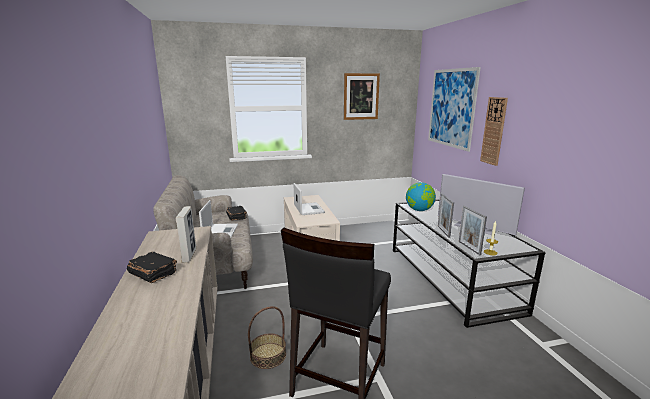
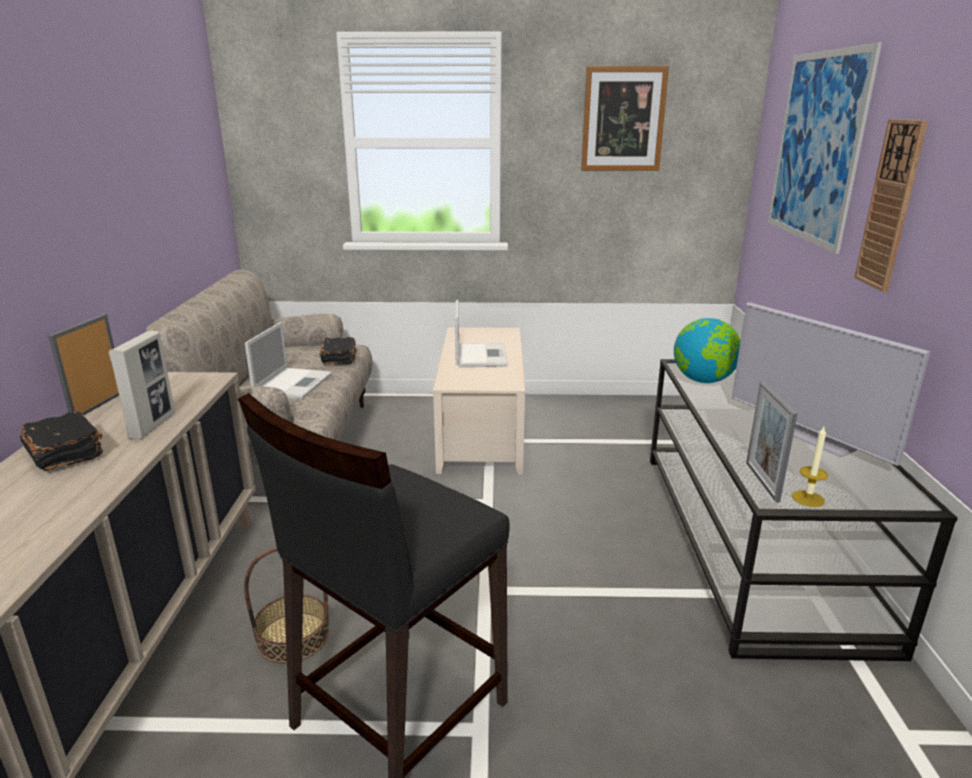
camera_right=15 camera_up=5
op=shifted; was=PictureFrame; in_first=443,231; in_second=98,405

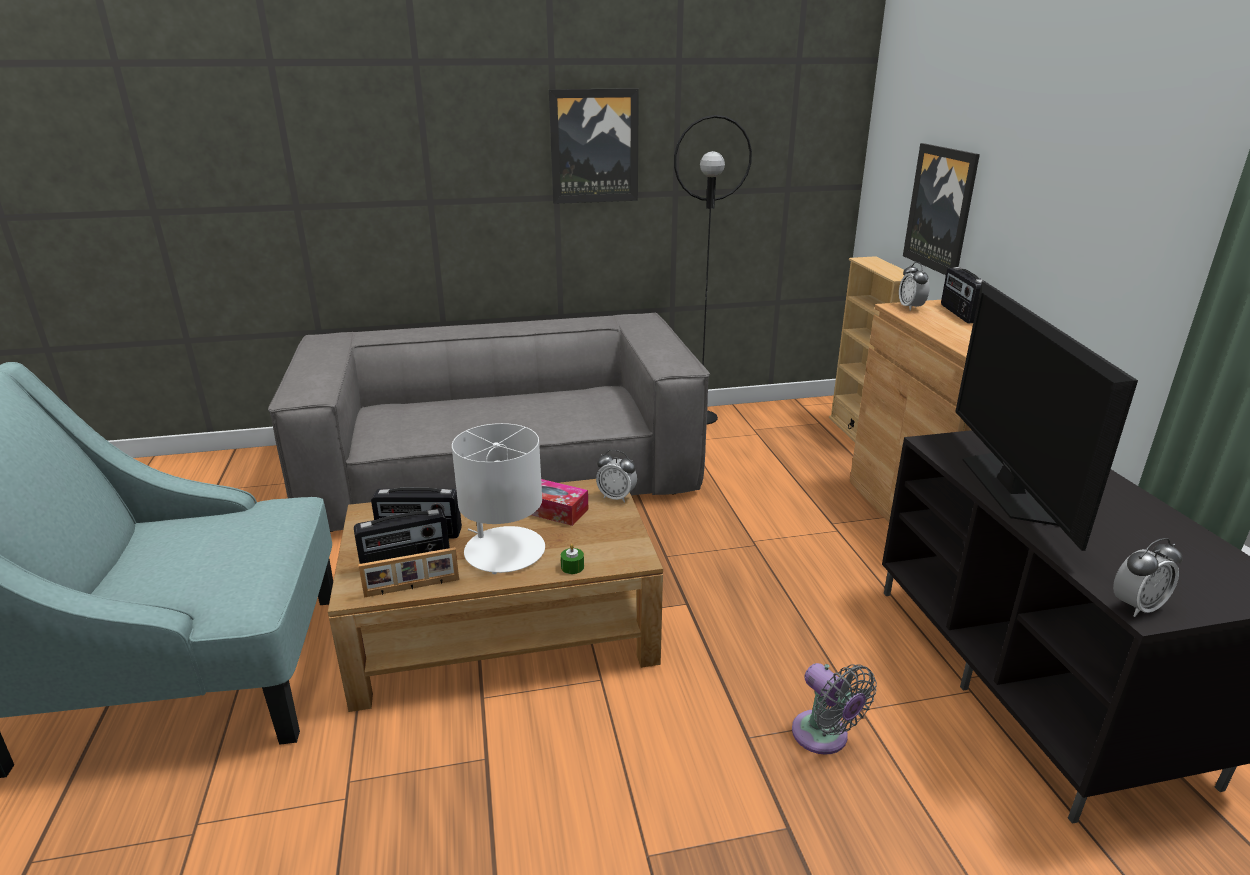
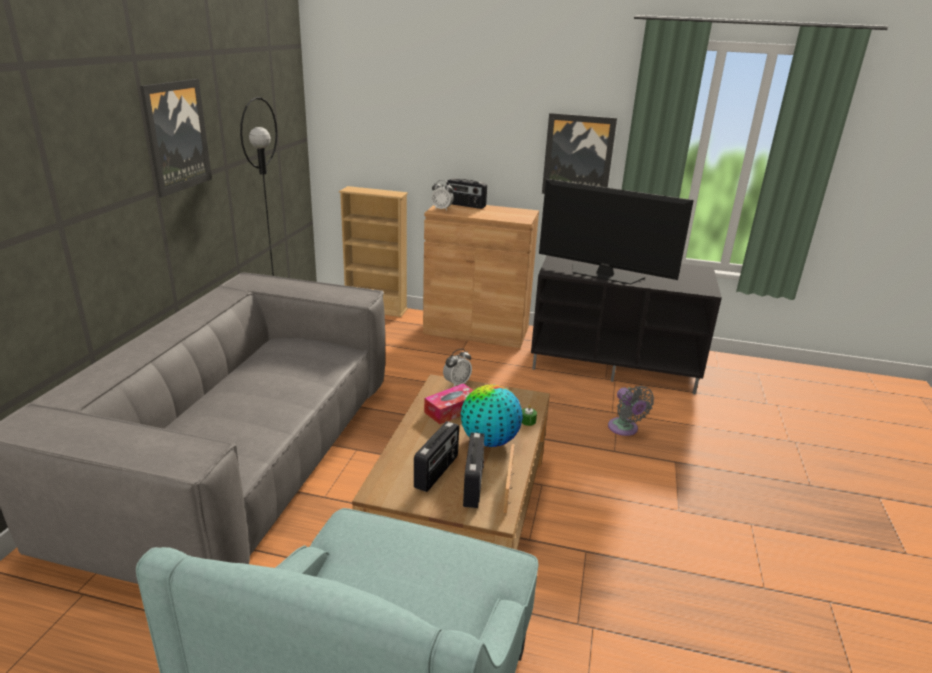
camera_right=-65 camera_up=0
op=swapped; was=WhiteTableLamp; now=Globe; in_first=504,550; in_second=489,441
op=shifted; was=Picture; in_first=941,209; in_second=578,156
op=rotated; was=GreyFan; in_first=824,737; in_second=624,429; clockwise=75
op=gone; was=AlarmClock; in_first=1136,606

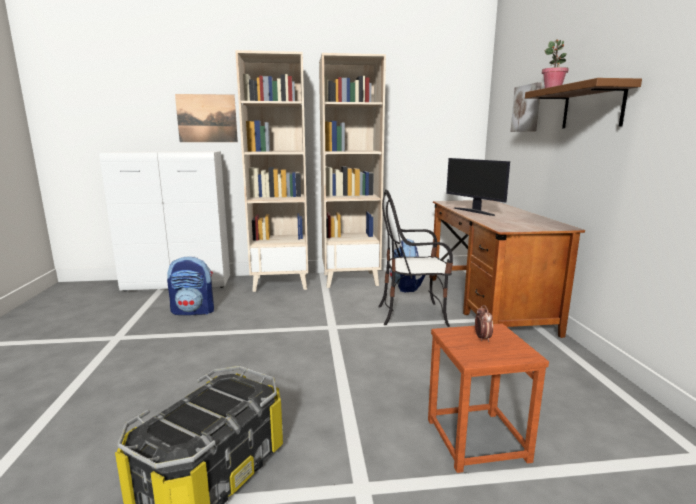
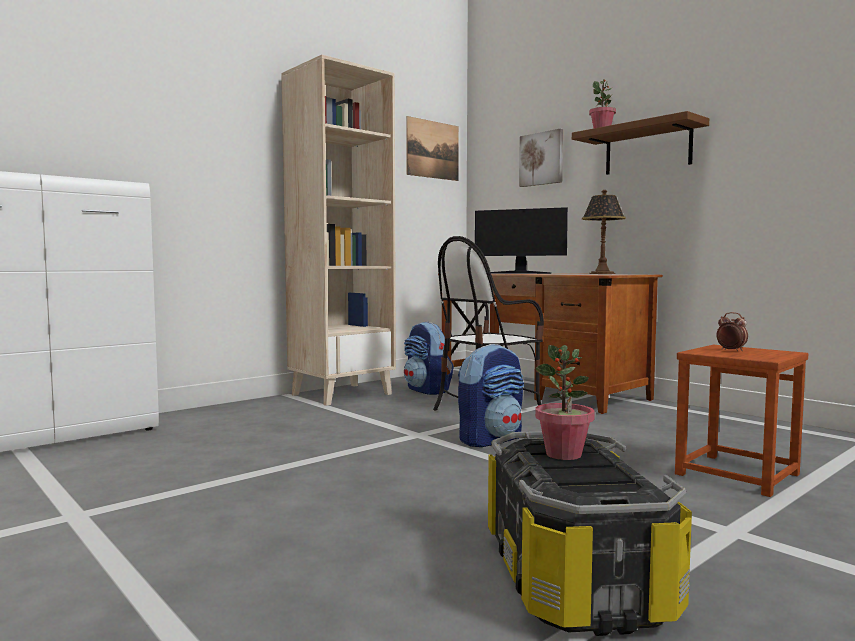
camera_right=-35 camera_up=-10
op=shifted; was=Picture; in_first=207,118; in_second=432,149
op=shifted; was=Backpack; in_first=194,311; in_second=490,439
op=new; now=PottedPlant; in_second=563,454
op=new; now=TableLamp; in_second=602,273
op=gone; was=BeigeBookcase; in_first=281,283

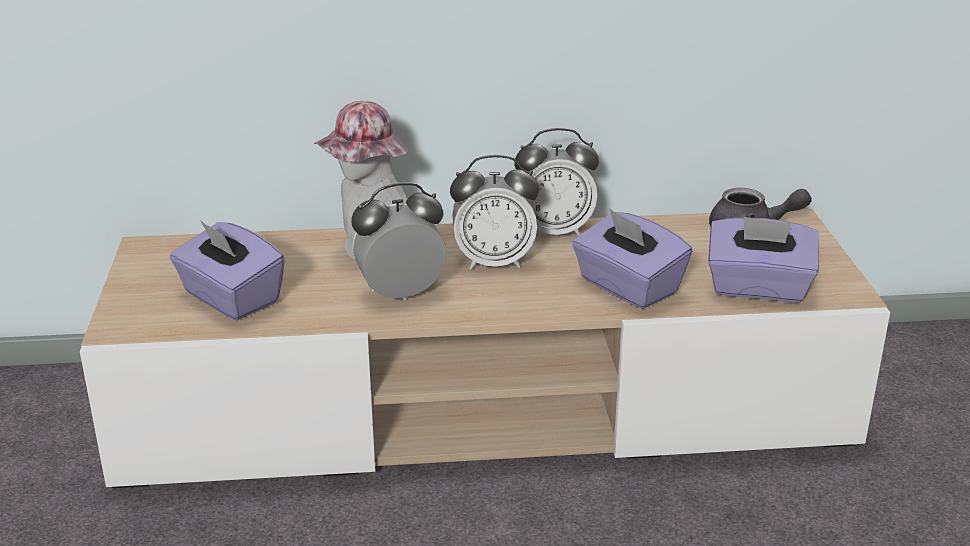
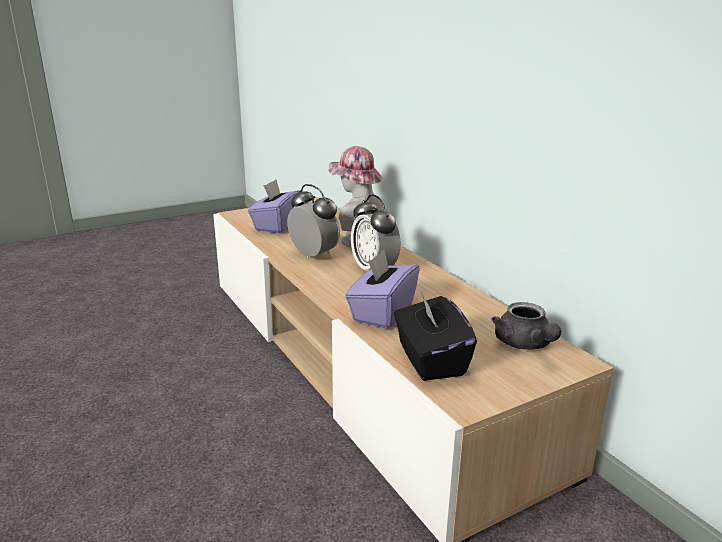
camera_right=65 camera_up=-5
op=repainted; was=PurpleTissueBox; now=BlackTissueBox; in_first=758,288; in_second=430,360
op=gone; was=AlarmClock; in_first=554,231

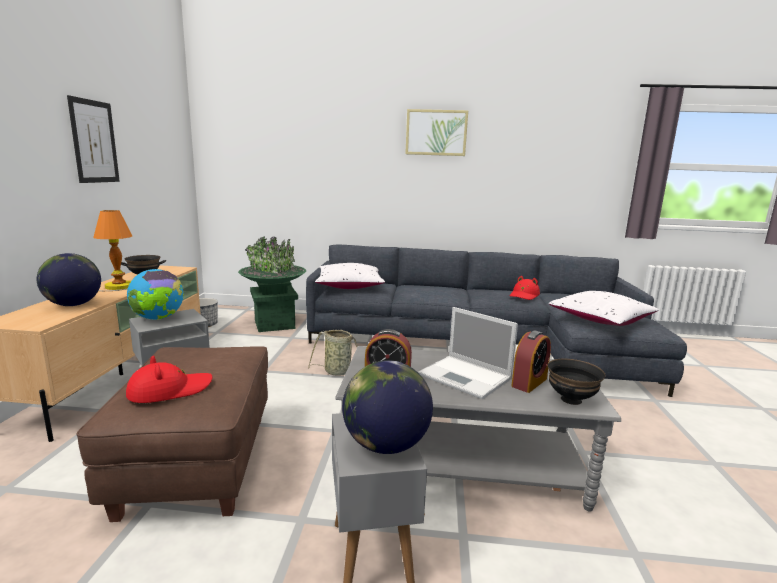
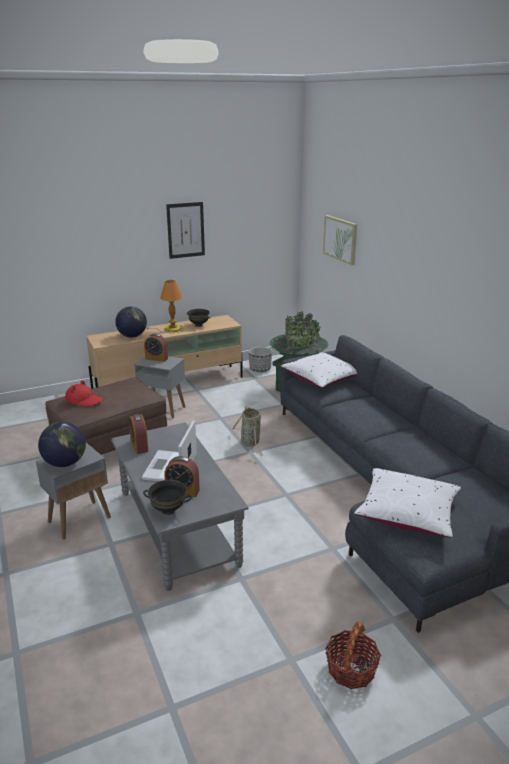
camera_right=60 camera_up=10
op=swapped; was=Globe; now=AlarmClock; in_first=158,319; in_second=156,359
op=shifted; was=Picture; in_first=436,133; in_second=340,239
op=new; now=Basket; in_second=351,669
op=gone; was=RedHat; in_first=524,295

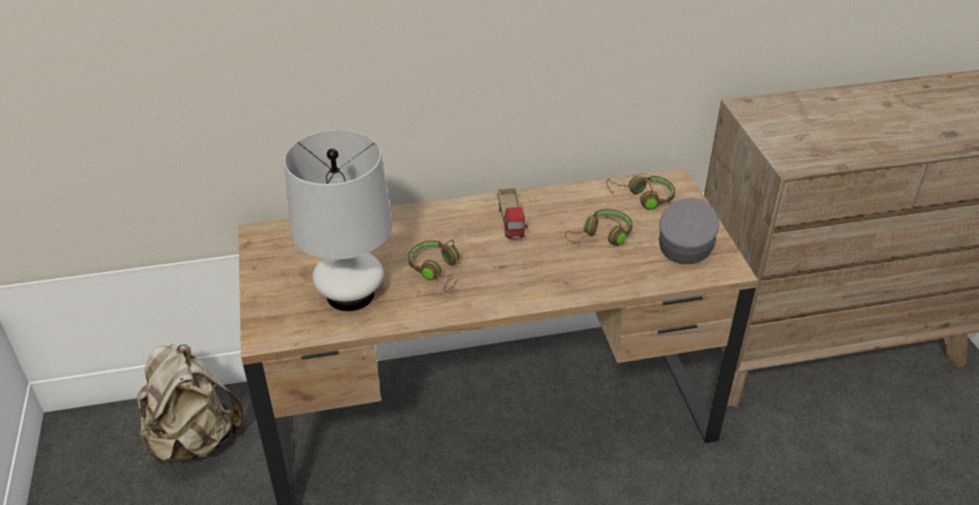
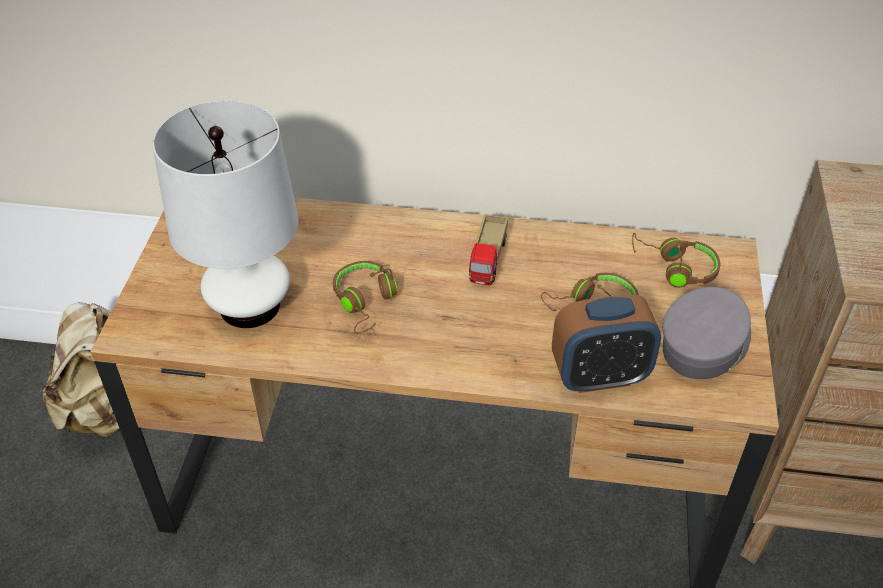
camera_right=20 camera_up=5
op=new; now=AlarmClock; in_second=599,376

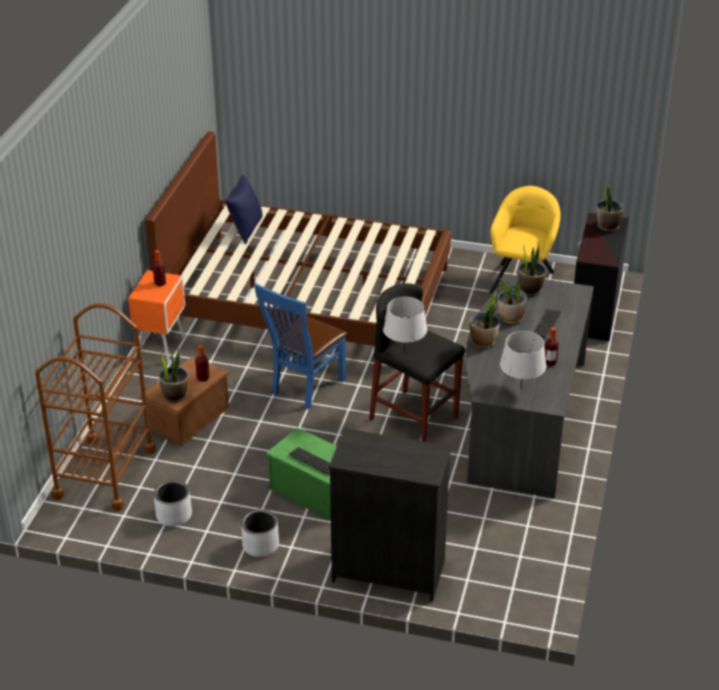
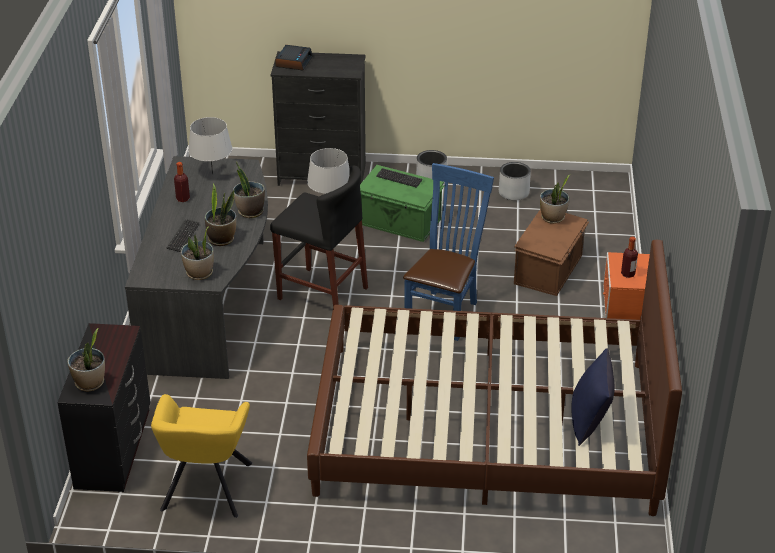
camera_right=170 camera_up=0
op=new; now=AlarmClock; in_second=293,62
op=gone; was=BrownCart; in_first=104,473
op=gone; was=Bottle; in_first=203,378

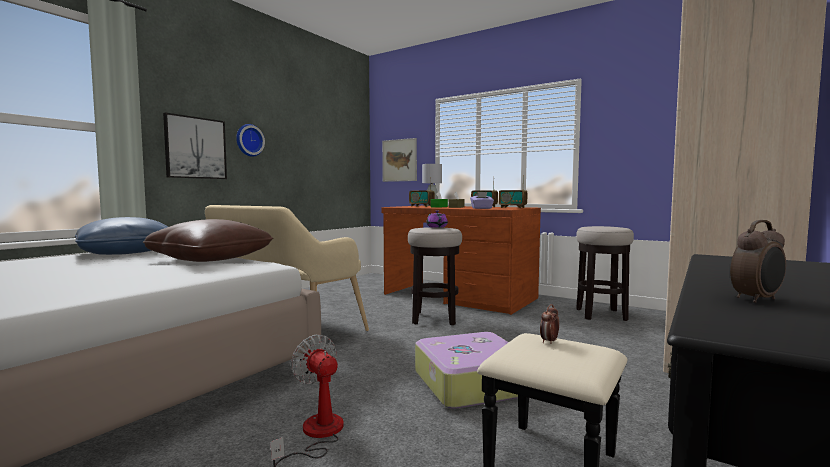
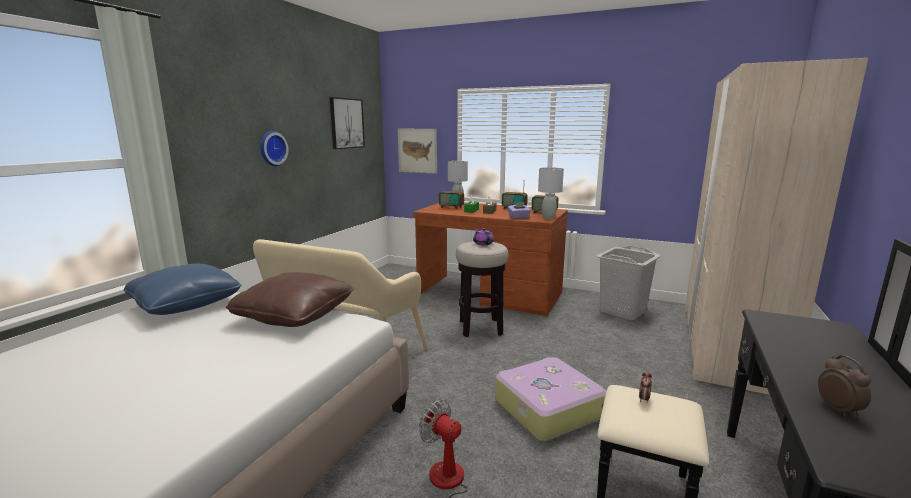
camera_right=-10 camera_up=10
op=shifted; was=Picture; in_first=195,148; in_second=346,123
op=new; now=GreyTableLamp; in_second=548,218
op=swapped; was=Stool; now=GreyLaundryBasket; in_first=601,315; in_second=623,311
op=rotated; was=AlarmClock; in_first=757,299; in_second=838,409; clockwise=-60

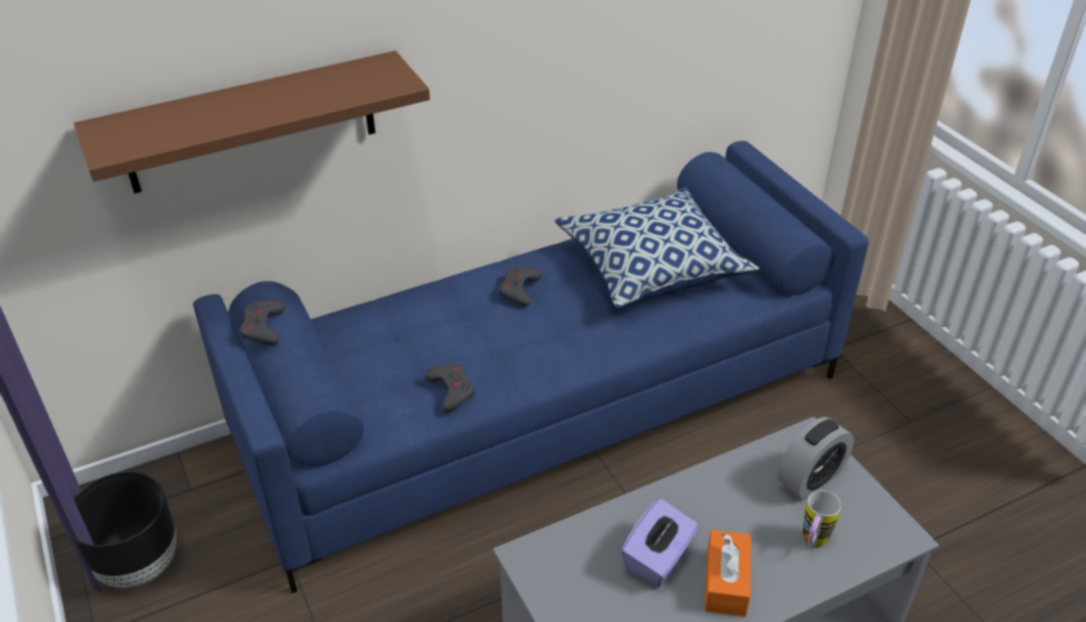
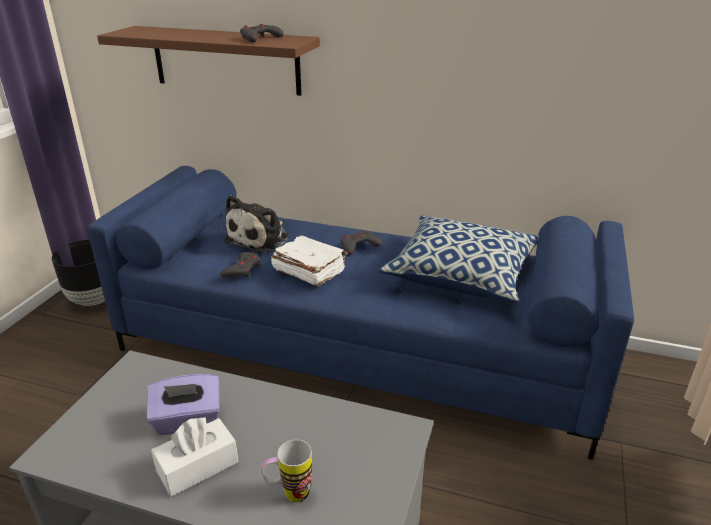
camera_right=45 camera_up=-10
op=repainted; was=OrangeTissueBox; now=WhiteTissueBox; in_first=726,582; in_second=197,467
op=new; now=PlushToy; in_second=260,238
op=shifted; was=GreyGameController; in_first=263,327; in_second=260,38
op=new; now=WhiteBook; in_second=309,271
op=gone; was=AlarmClock; in_first=810,479

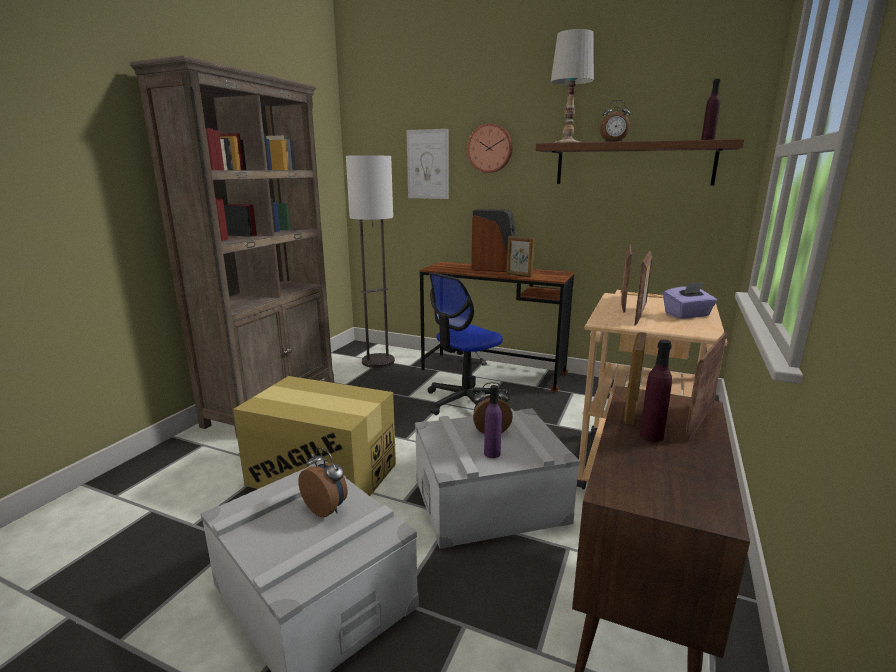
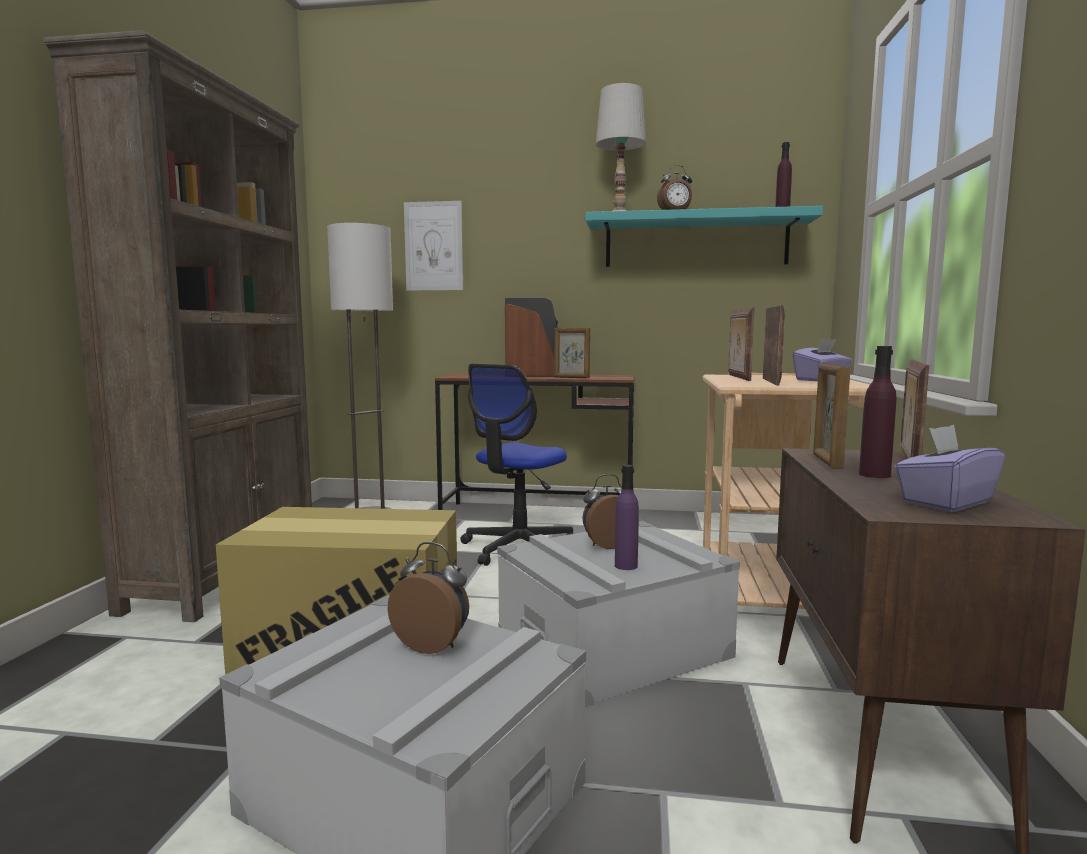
camera_right=-15 camera_up=-10
op=repainted; was=BrownShelf; now=TurquoiseShelf; in_first=633,164; in_second=695,242
op=new; now=PurpleTissueBox; in_second=945,502
op=gone; was=WallClock; in_first=490,148

